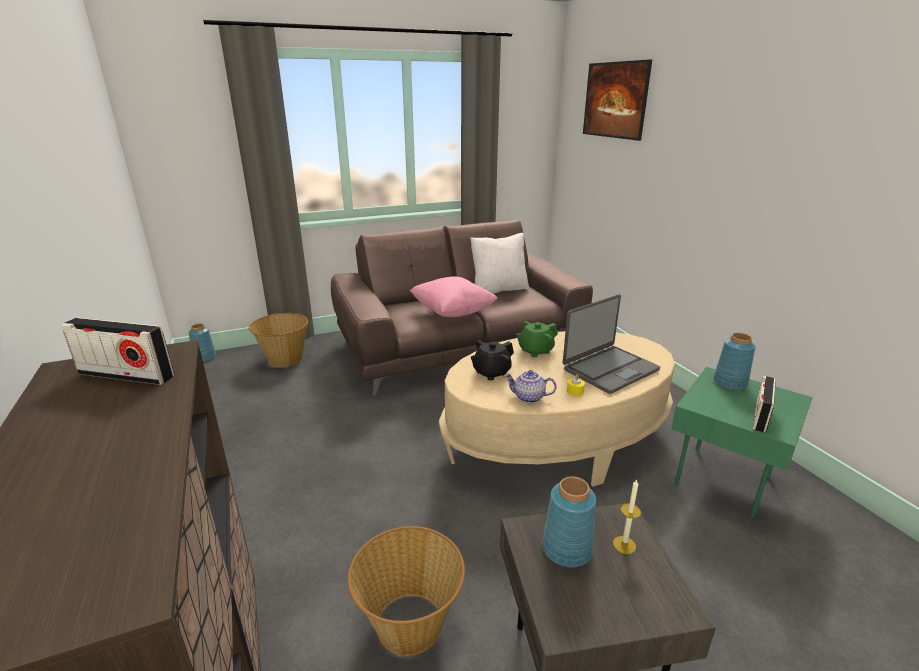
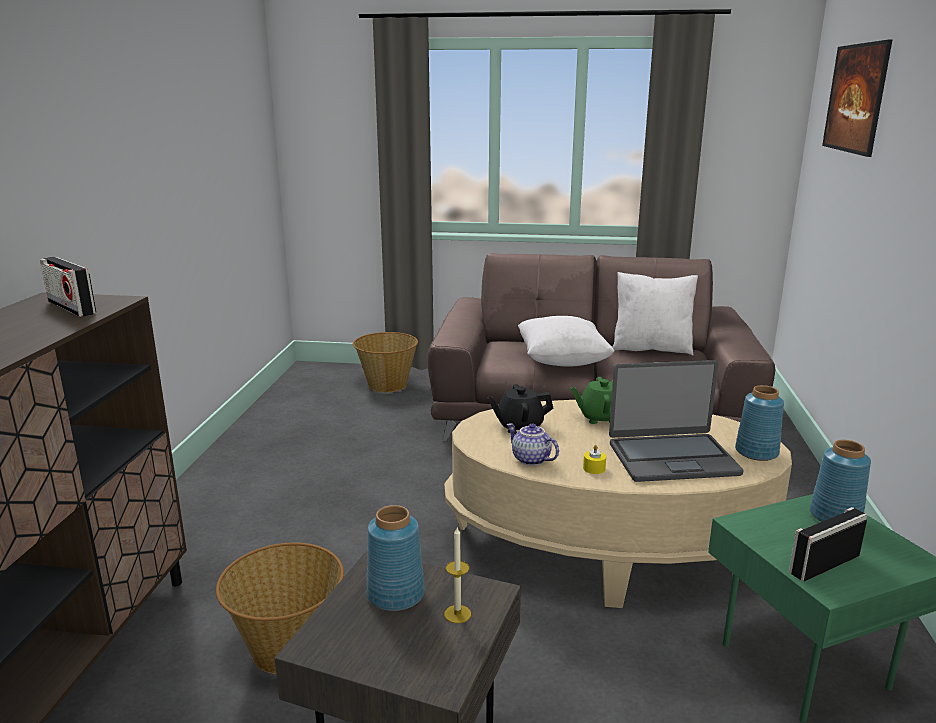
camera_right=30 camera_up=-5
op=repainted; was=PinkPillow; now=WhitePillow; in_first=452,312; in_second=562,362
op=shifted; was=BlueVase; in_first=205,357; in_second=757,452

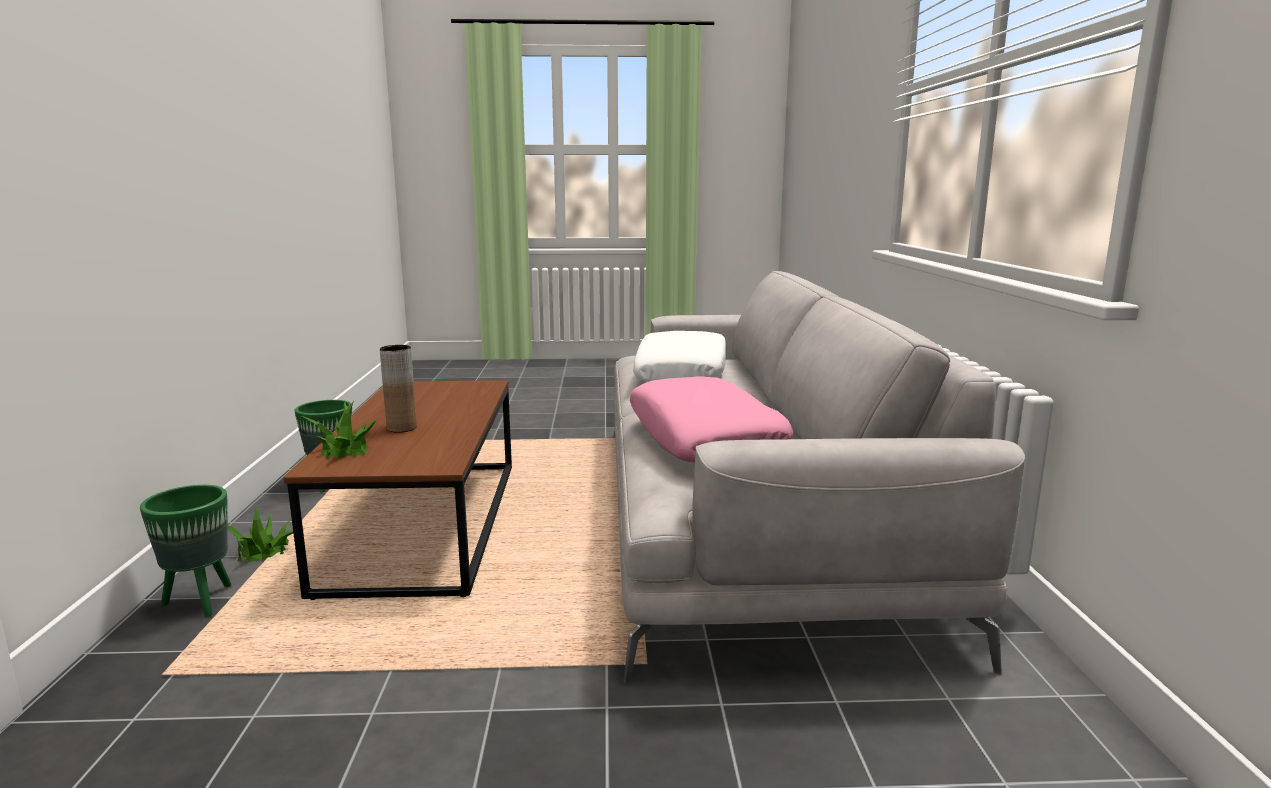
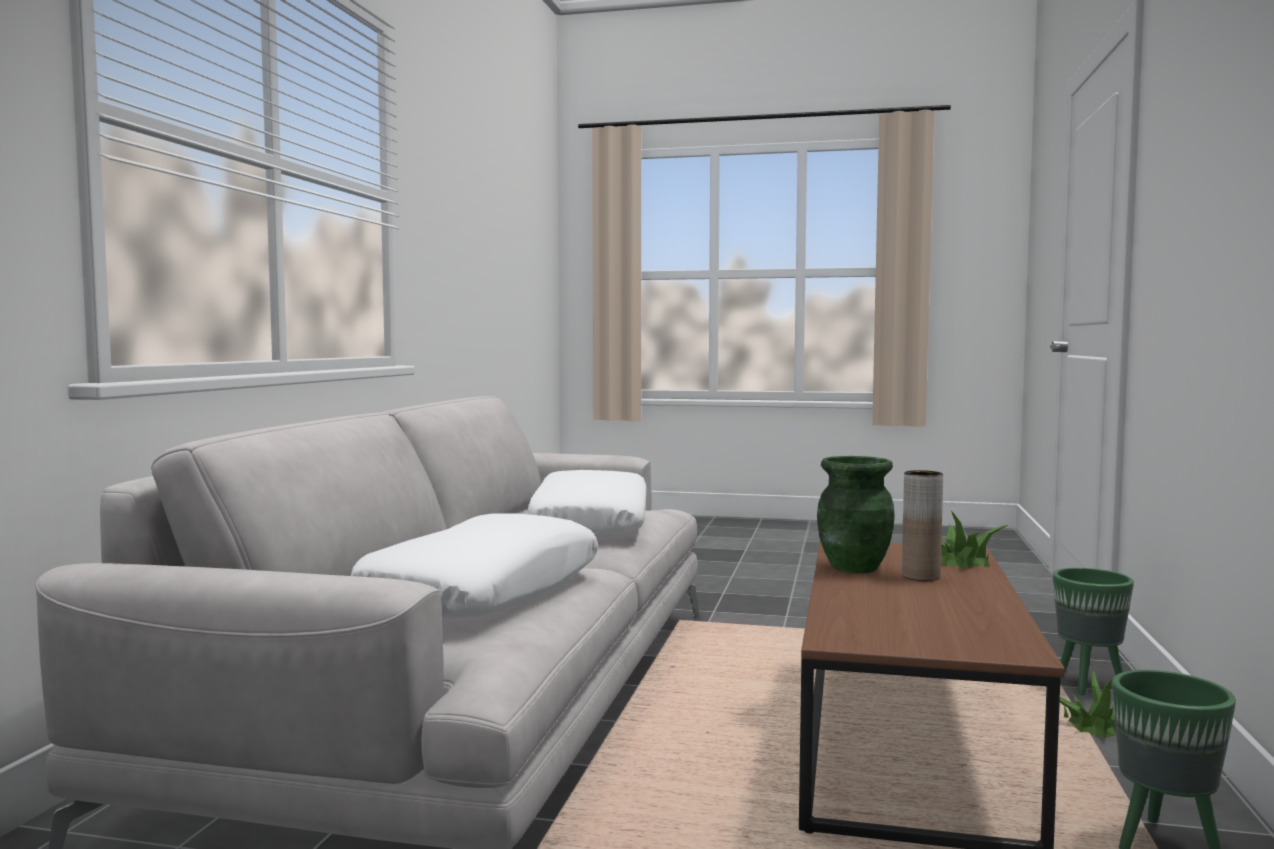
camera_right=-165 camera_up=-10
op=repainted; was=PinkPillow; now=WhitePillow; in_first=705,439; in_second=589,523
op=new; now=GreenVase; in_second=854,567

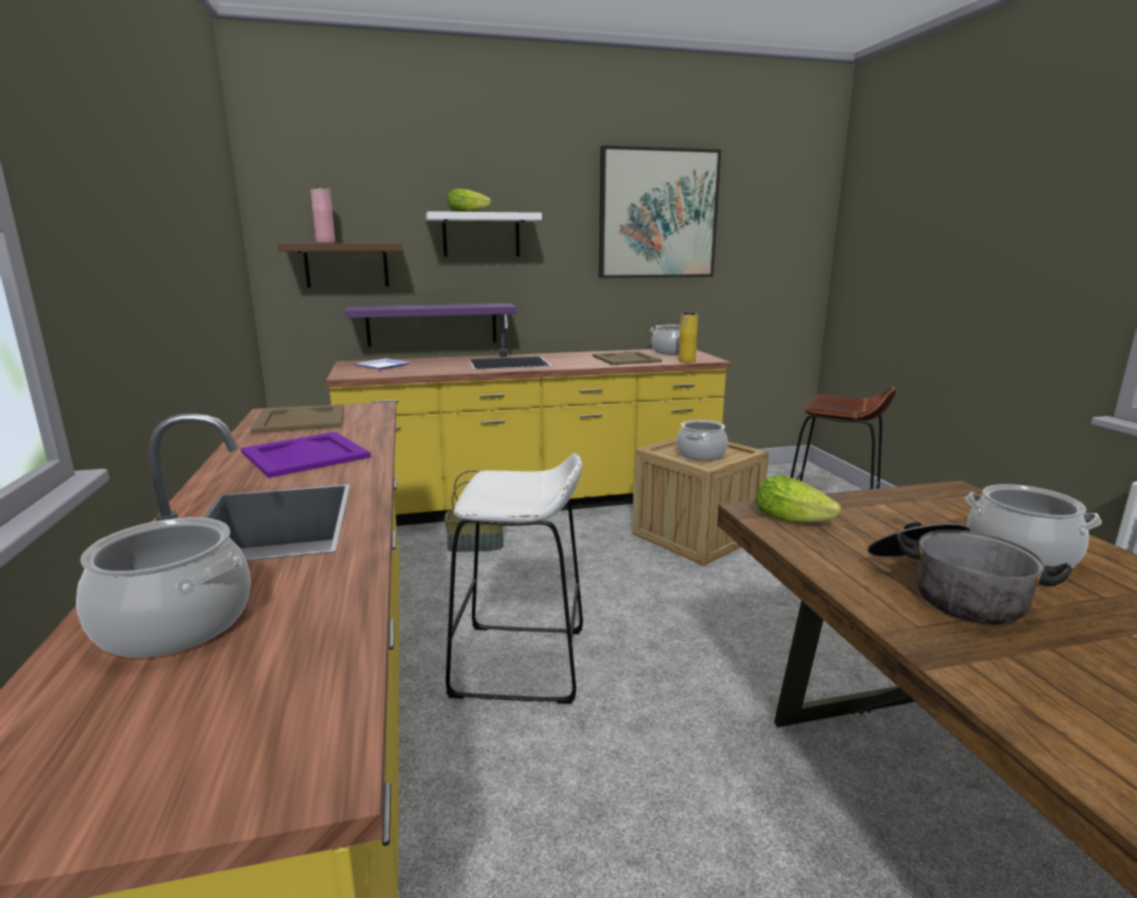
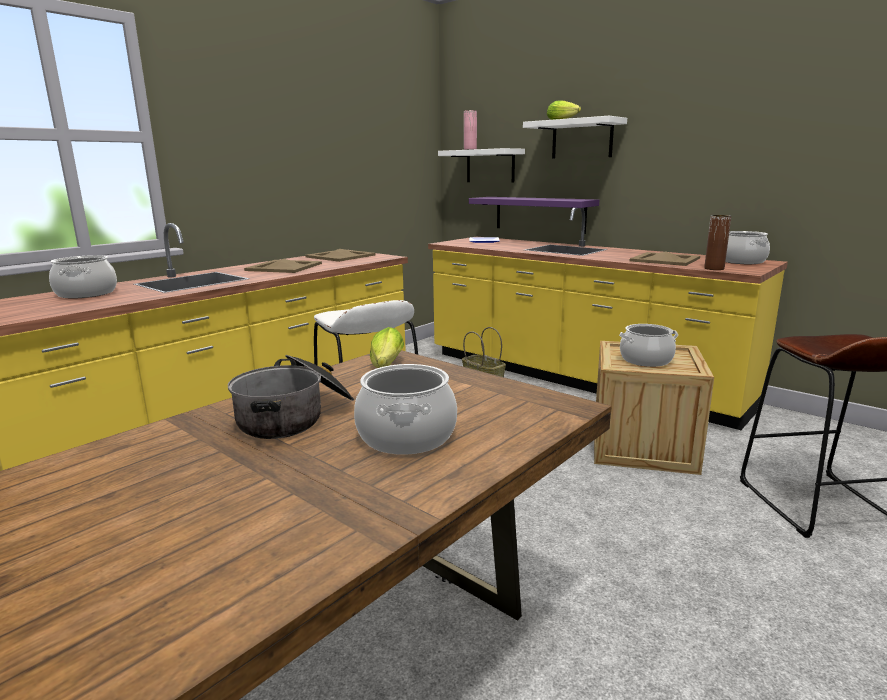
camera_right=55 camera_up=0
op=repainted; was=PurpleTray; now=BeigeTray; in_first=304,455; in_second=283,267
op=repainted; was=BrownShelf; now=WhiteShelf; in_first=346,265; in_second=490,166
op=repainted; was=YellowVase; now=BrownVase; in_first=687,361; in_second=714,268
op=gone; was=Picture; in_first=658,214

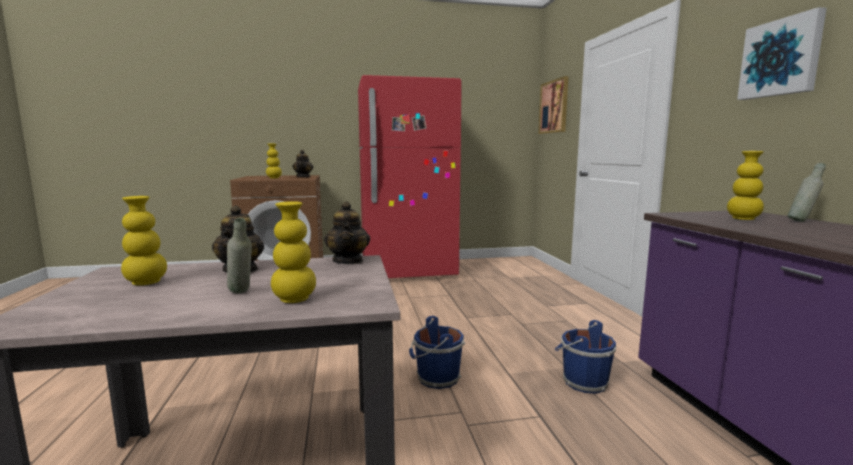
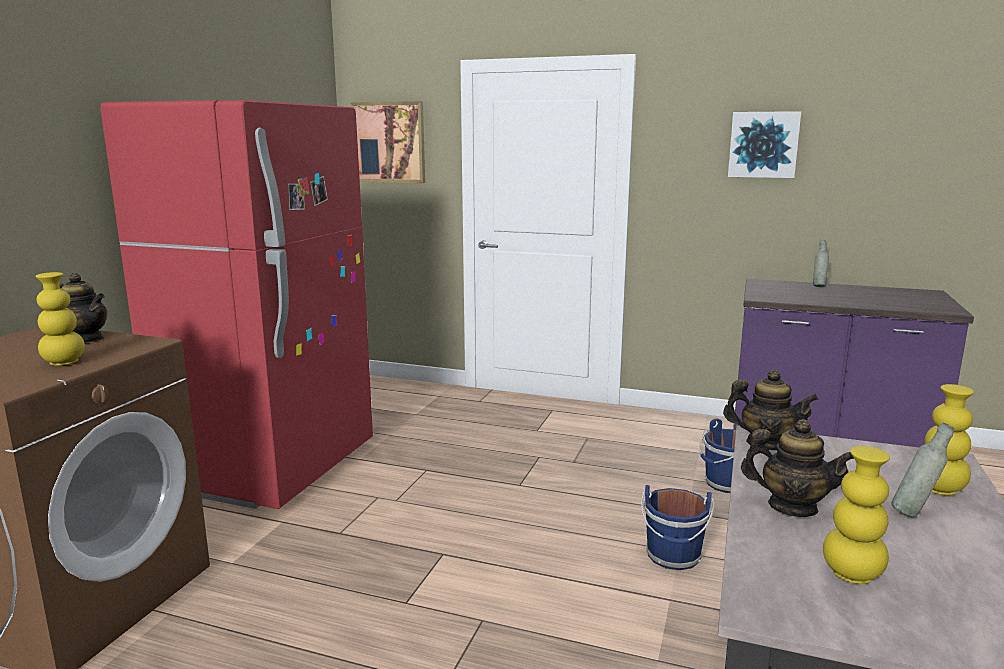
camera_right=-60 camera_up=5
op=gone; was=YellowVase; in_first=743,219

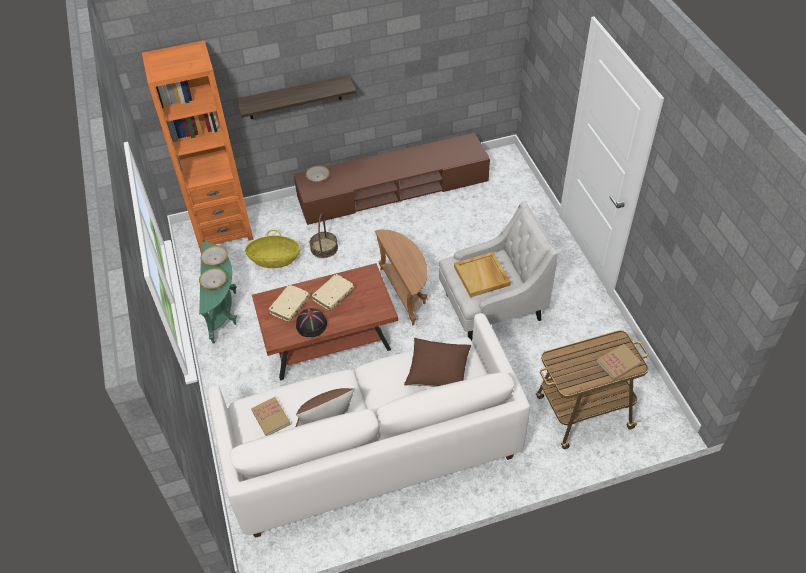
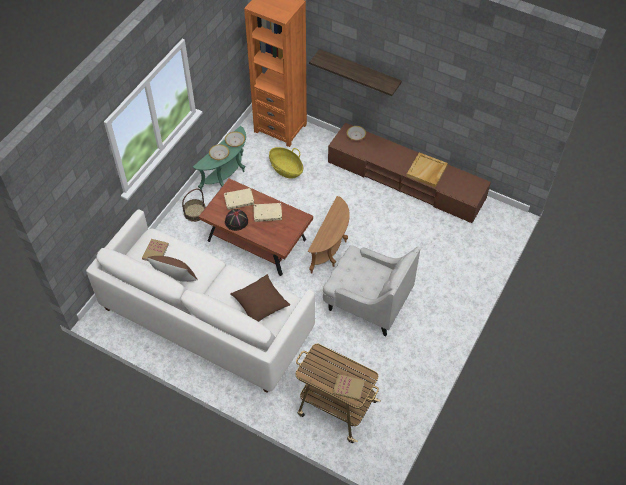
camera_right=45 camera_up=5
op=shifted; was=Basket; in_first=324,248; in_second=195,212
op=shifted; was=BeigeTray; in_first=482,276; in_second=427,171

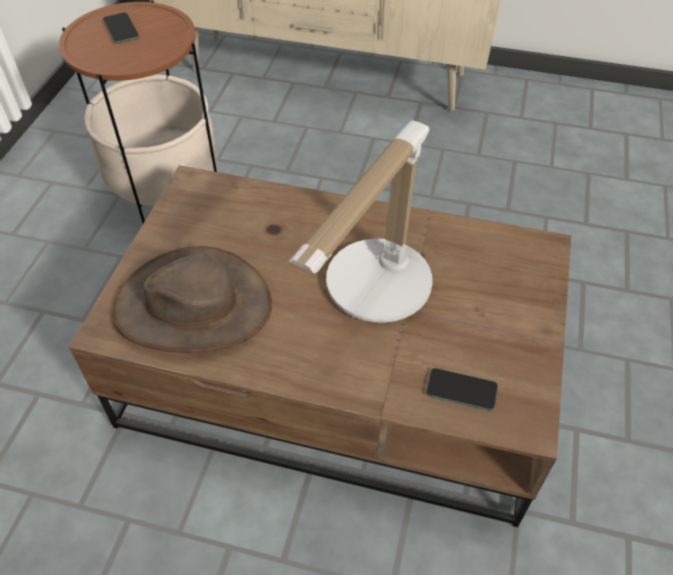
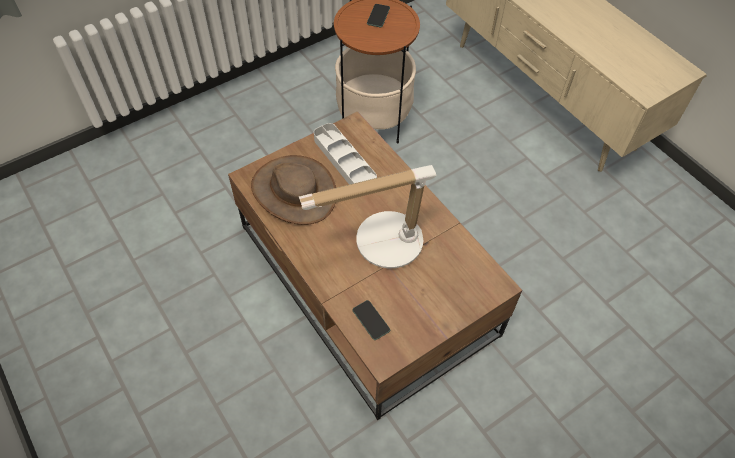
camera_right=40 camera_up=5
op=new; now=GreyTray; in_second=344,161

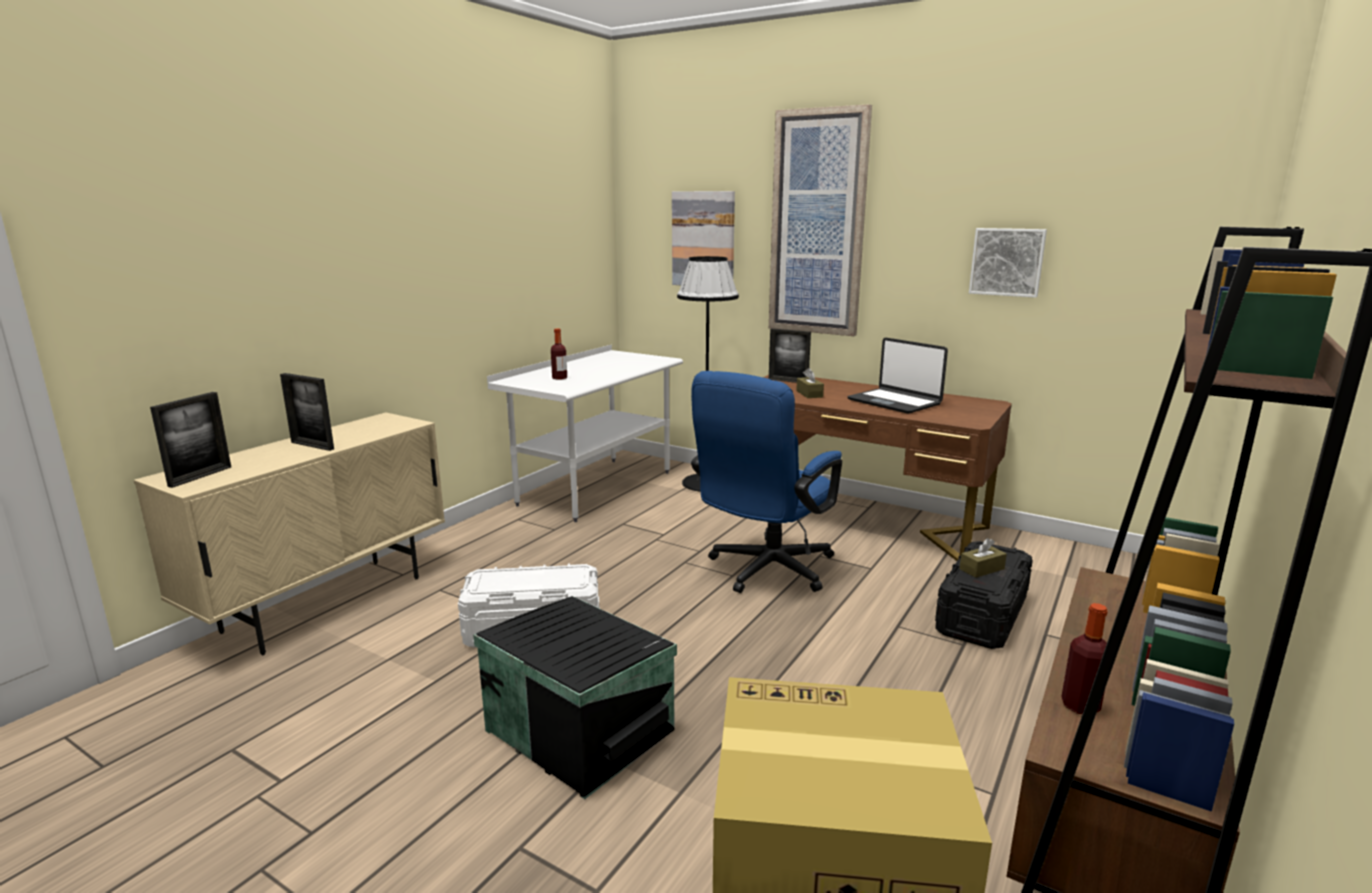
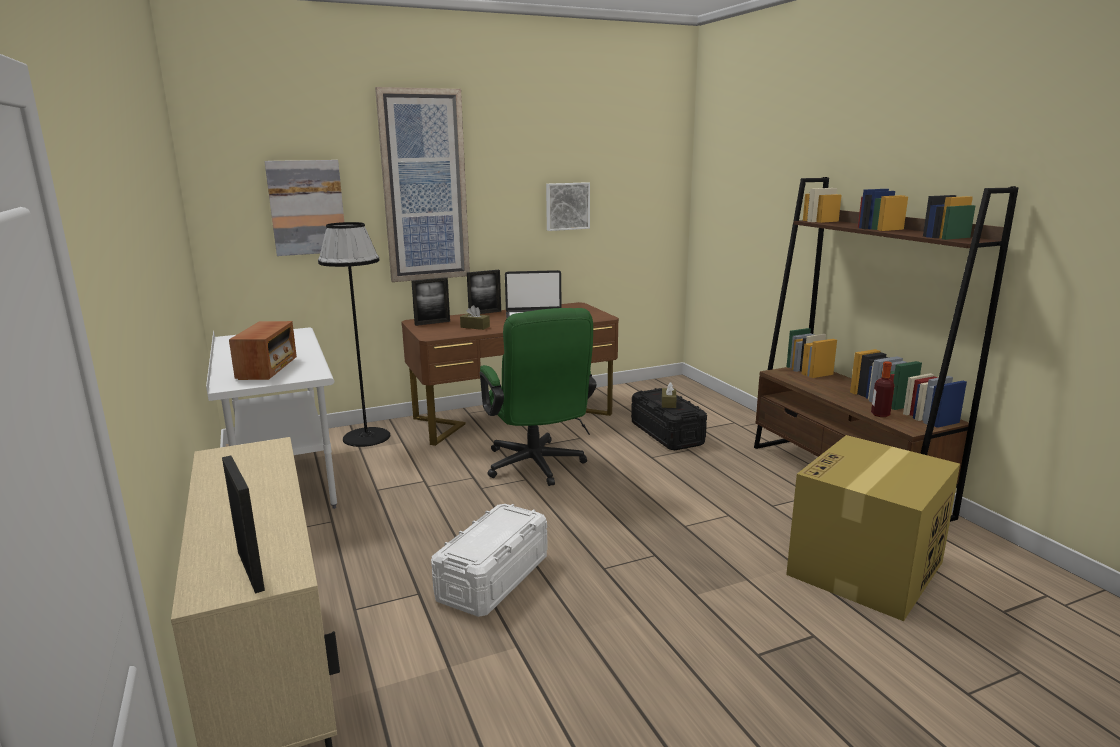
camera_right=-55 camera_up=0
op=swapped; was=Bottle; now=Radio; in_first=559,378; in_second=267,368
op=shifted; was=PictureFrame; in_first=312,445; in_second=485,313
op=repainted; was=BlueOfficeChair; now=GreenOfficeChair; in_first=764,571; in_second=537,468
op=gone; was=BlackStorageBox; in_first=580,728

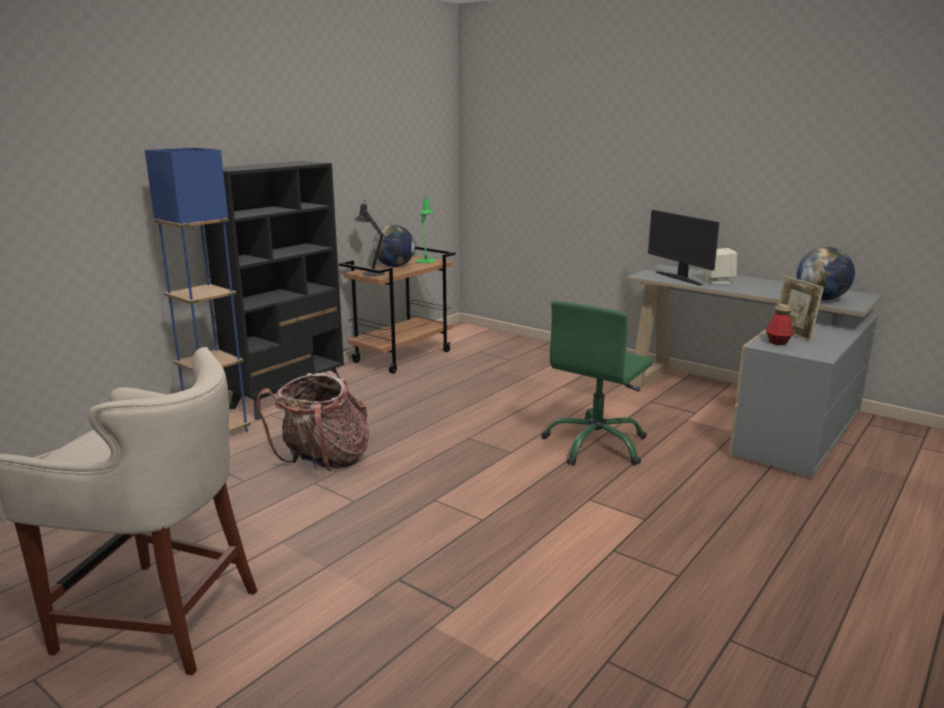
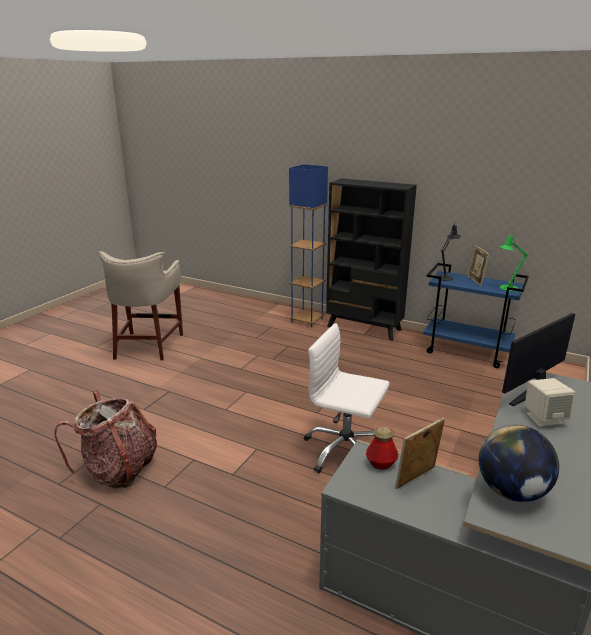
camera_right=80 camera_up=5
op=shifted; was=Backpack; in_first=324,462; in_second=118,469
op=repainted; was=GreenOfficeChair; now=WhiteOfficeChair; in_first=596,445; in_second=345,451
op=repainted; was=BrownCart; now=BlueCart; in_first=402,356; in_second=467,351
op=swapped; was=Globe; now=PictureFrame; in_first=394,266; in_second=475,281

